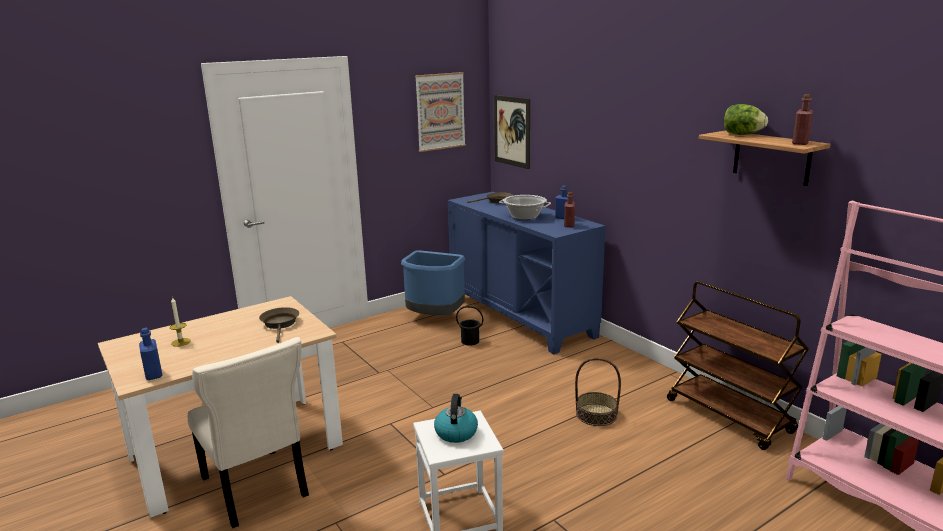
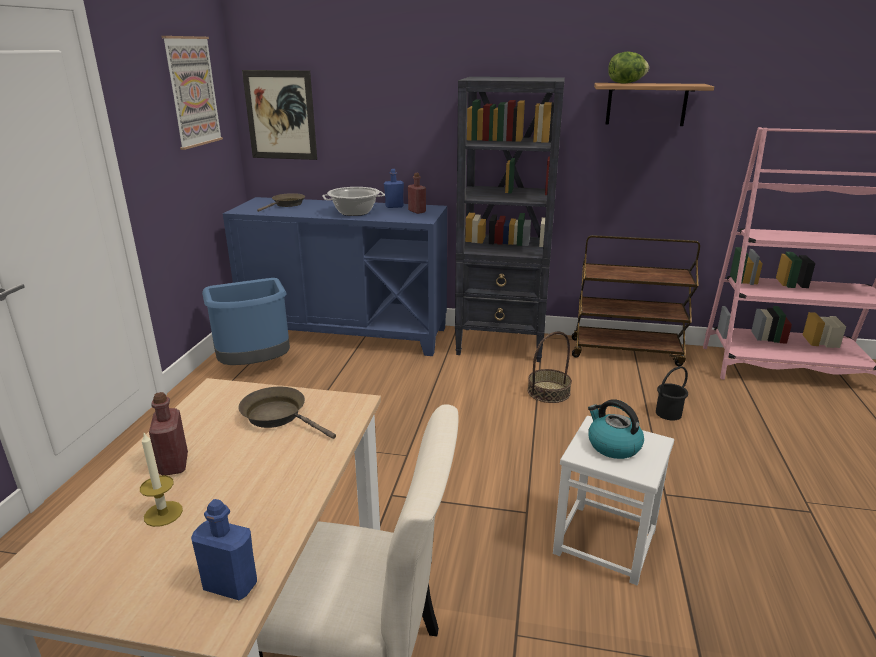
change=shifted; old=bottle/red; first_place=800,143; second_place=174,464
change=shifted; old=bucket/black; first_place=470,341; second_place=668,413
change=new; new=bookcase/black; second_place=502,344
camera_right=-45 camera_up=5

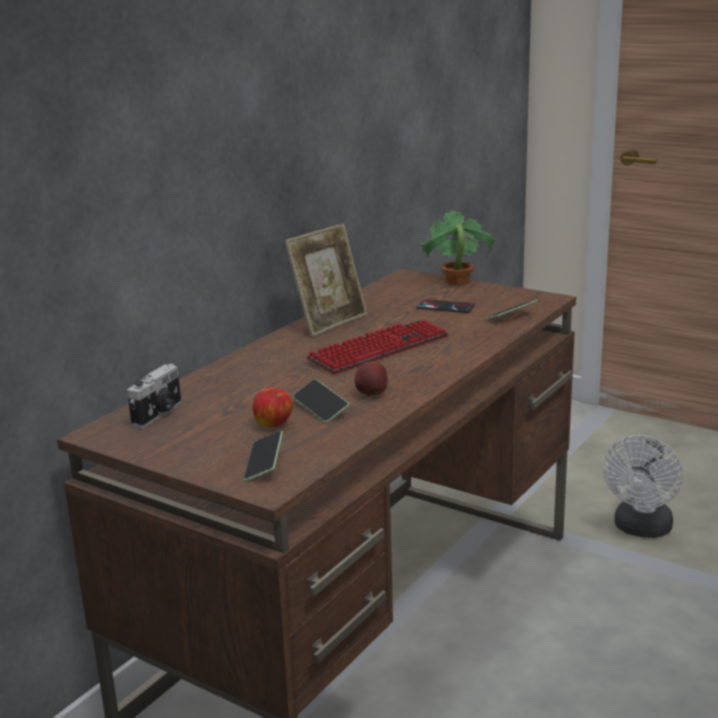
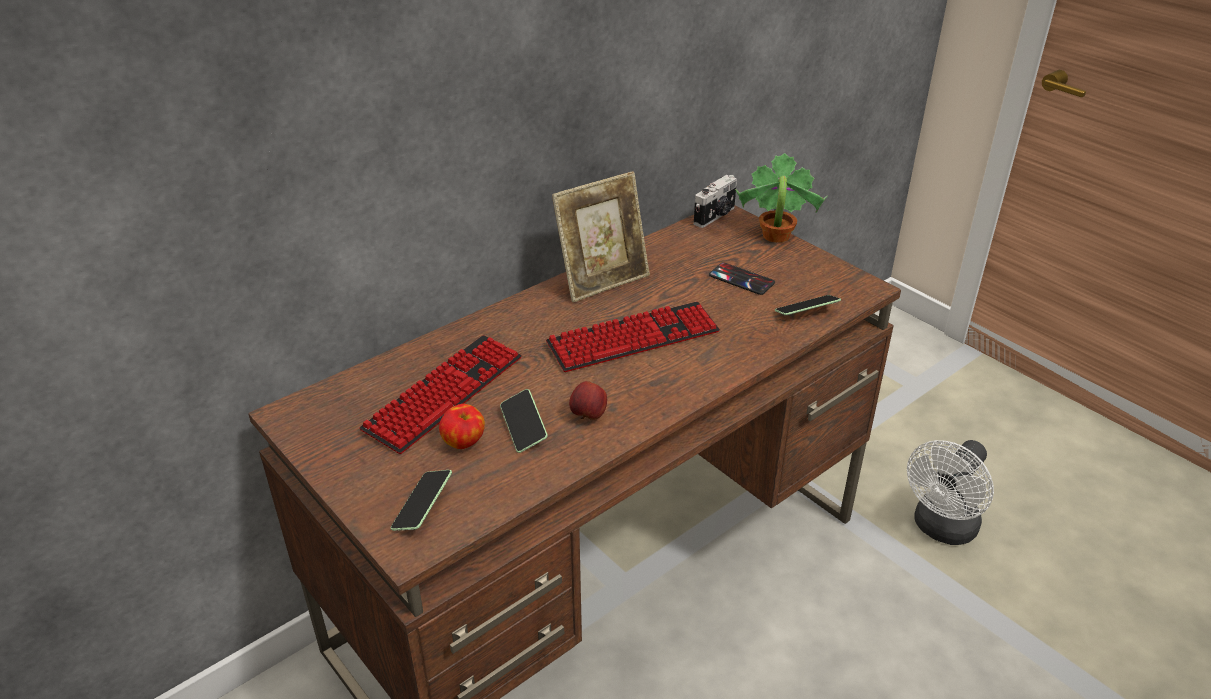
change=shifted; old=photo camera; first_place=159,414; second_place=716,216
change=new; new=keyboard; second_place=445,394
camera_right=15 camera_up=15

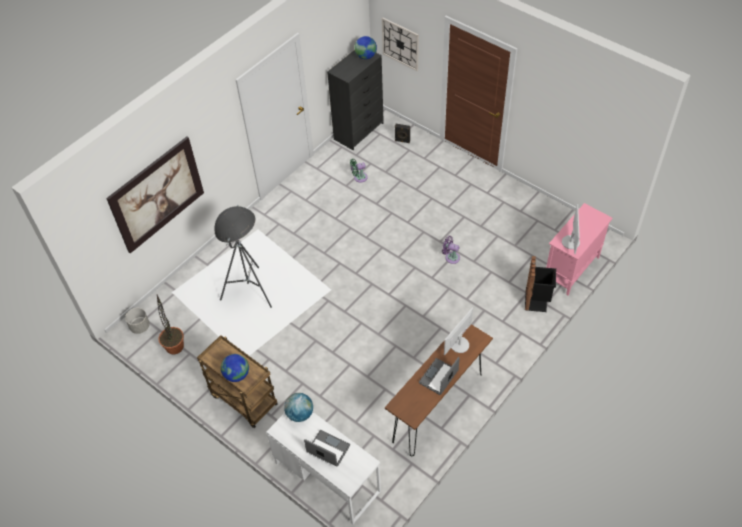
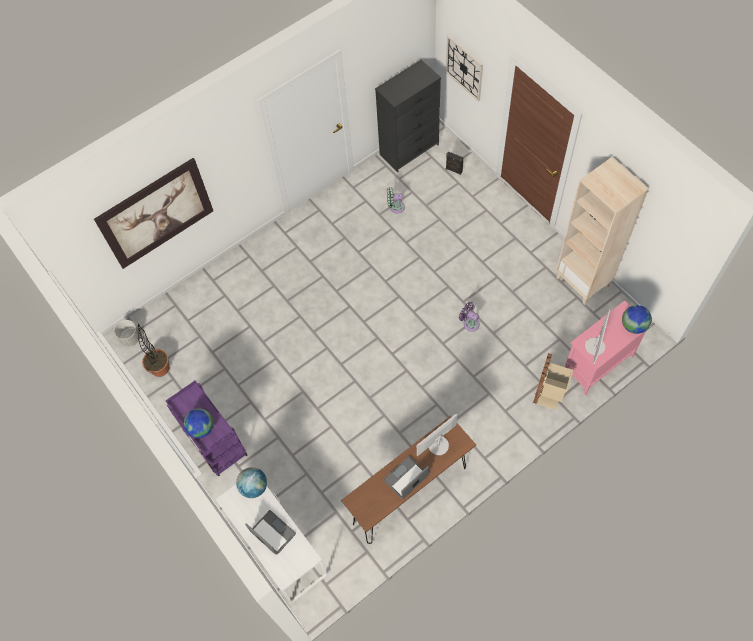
change=shifted; old=globe; first_place=366,56; second_place=633,325
change=gone; old=floor lamp/white; first_place=251,291
change=repainted; old=trash can/black; new=trash can/beige; first_place=537,301; second_place=549,394
change=repainted; old=cart/brown; new=cart/purple; first_place=243,400; second_place=214,442
change=new; new=bookcase/beige; second_place=583,282
camera_right=15 camera_up=10

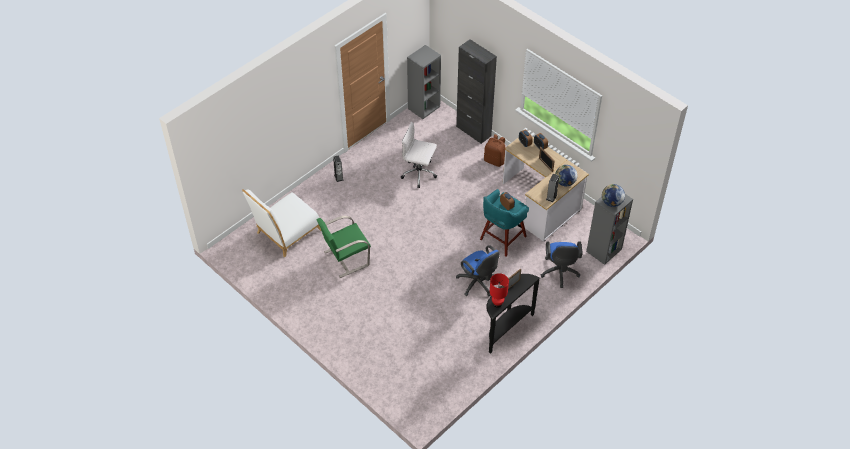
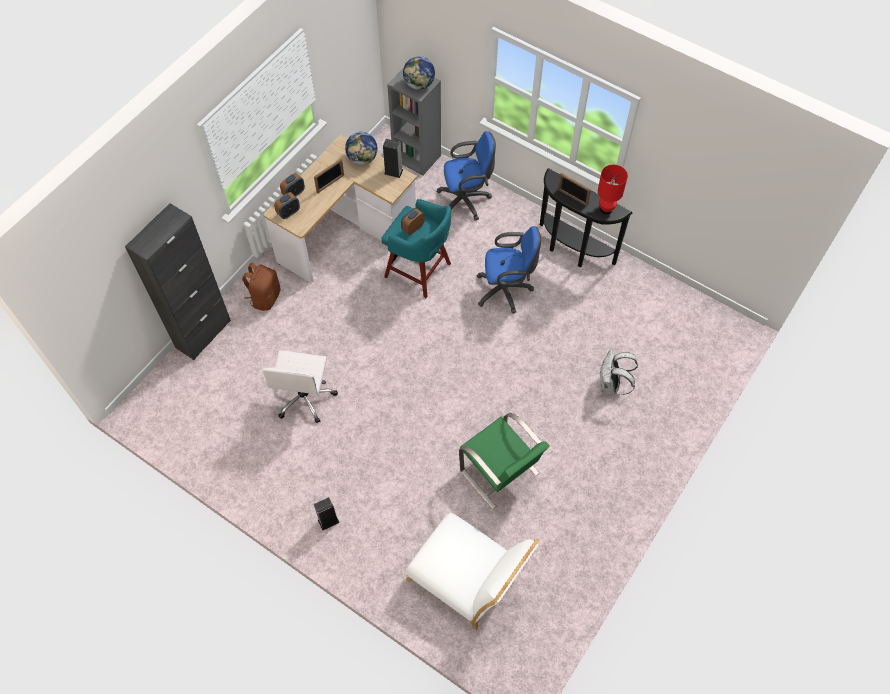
change=gone; old=bookcase/grey; first_place=424,107
change=rotated; old=office chair/blue; first_place=478,284; second_place=506,290; degrees=45
change=new; new=backpack/white; second_place=611,385
camera_right=-100 camera_up=10

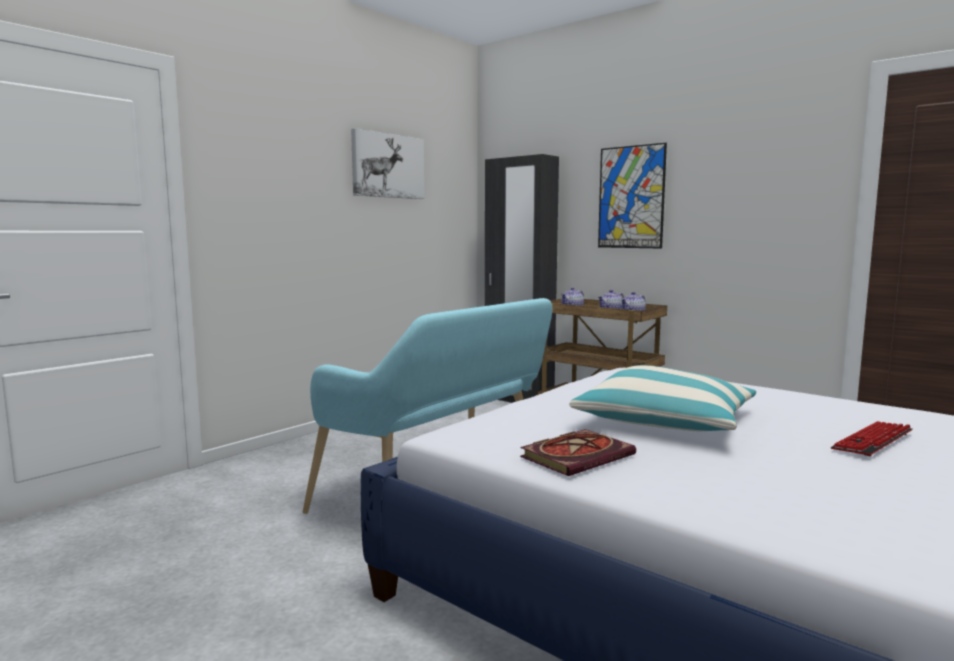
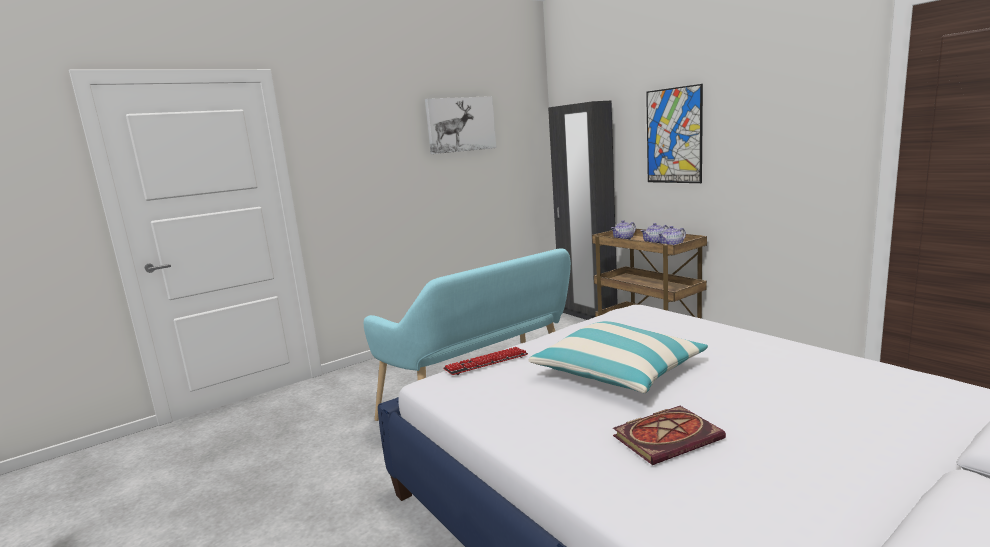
change=shifted; old=keyboard; first_place=872,441; second_place=486,363
change=shifted; old=book; first_place=578,455; second_place=668,436
camera_right=15 camera_up=5

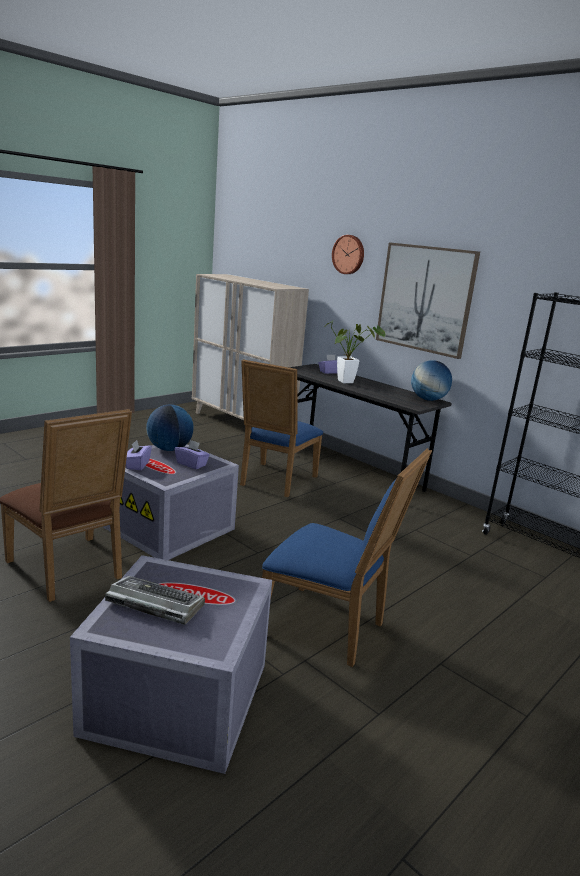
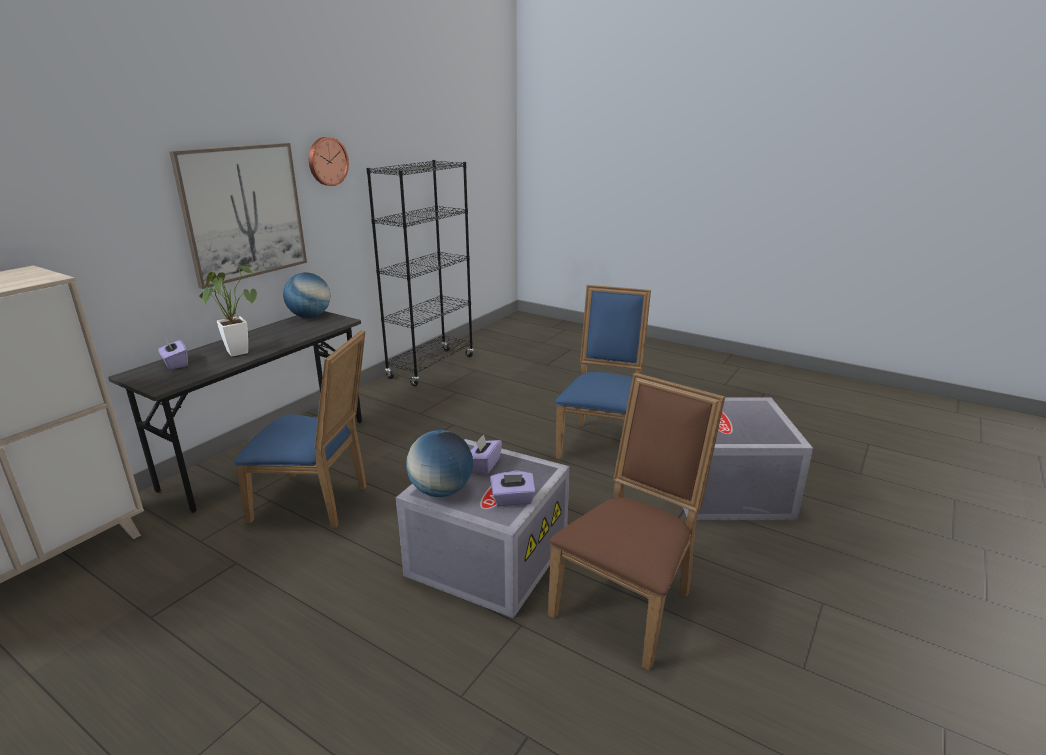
change=shifted; old=wall clock; first_place=349,254; second_place=327,161
change=gone; old=keyboard; first_place=154,605
camera_right=-100 camera_up=5

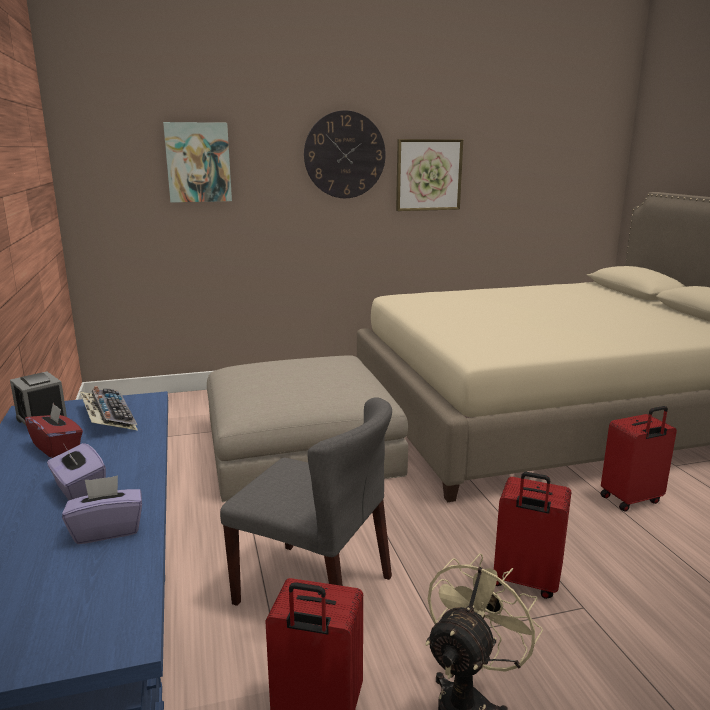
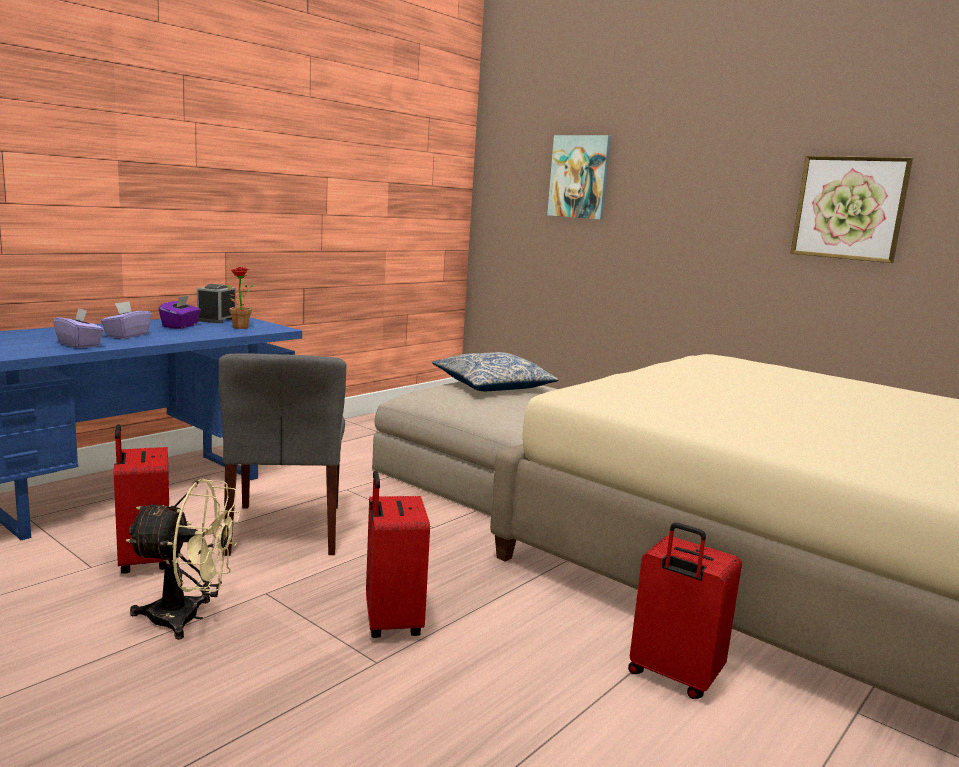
change=gone; old=wall clock; first_place=344,155
change=swapped; old=keyboard; new=potted plant; first_place=108,417; second_place=237,327
change=repainted; old=tissue box/red; new=tissue box/purple; first_place=57,447; second_place=181,326
change=new; new=pillow; second_place=493,385
camera_right=55 camera_up=-5

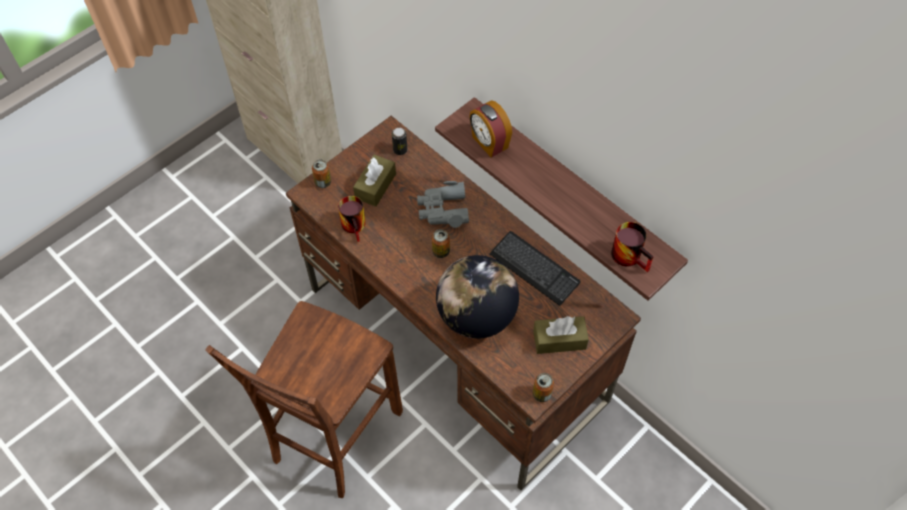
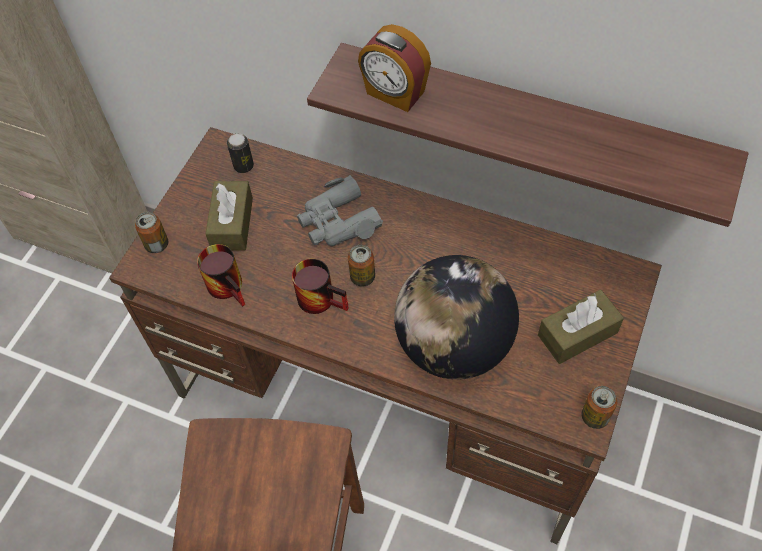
change=shifted; old=mug; first_place=631,256; second_place=323,298
change=gone; old=keyboard; first_place=534,269
camera_right=-20 camera_up=0

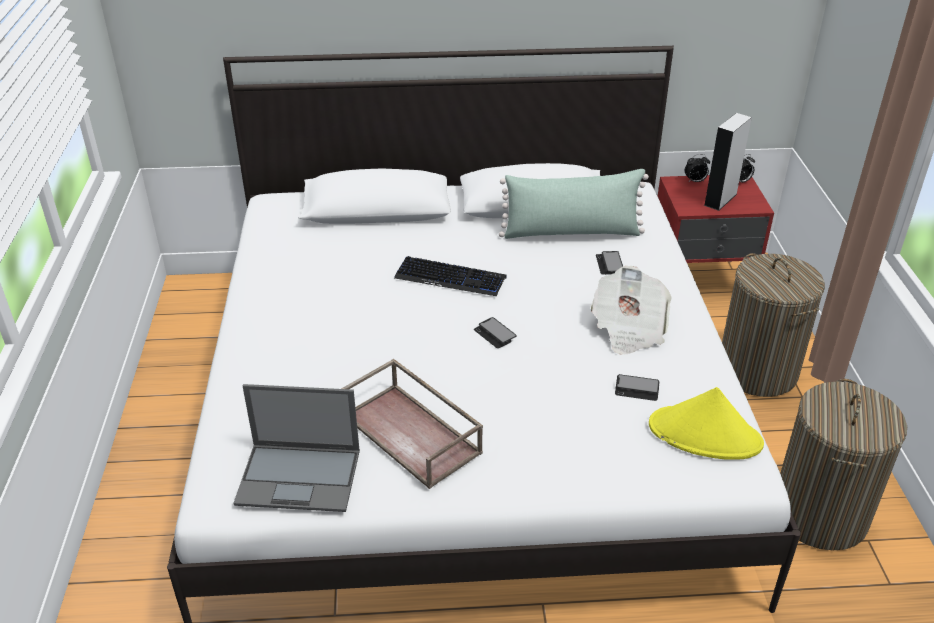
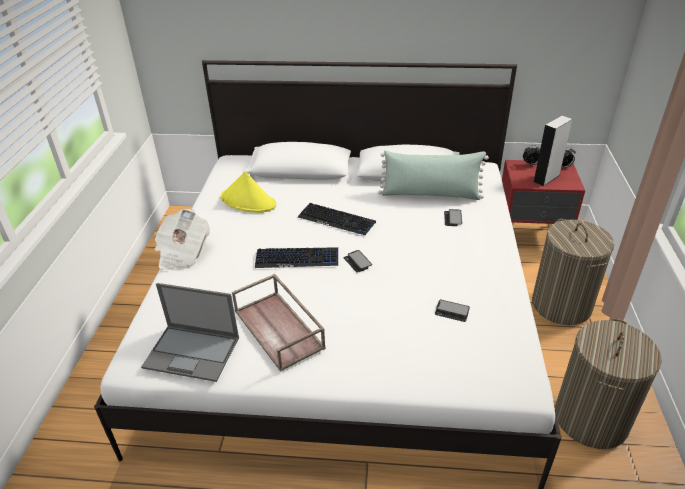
change=shifted; old=newspaper; first_place=628,329; second_place=182,253
change=shifted; old=hat/yellow; first_place=705,435; second_place=248,201
change=new; new=keyboard; second_place=297,258
camera_right=10 camera_up=0

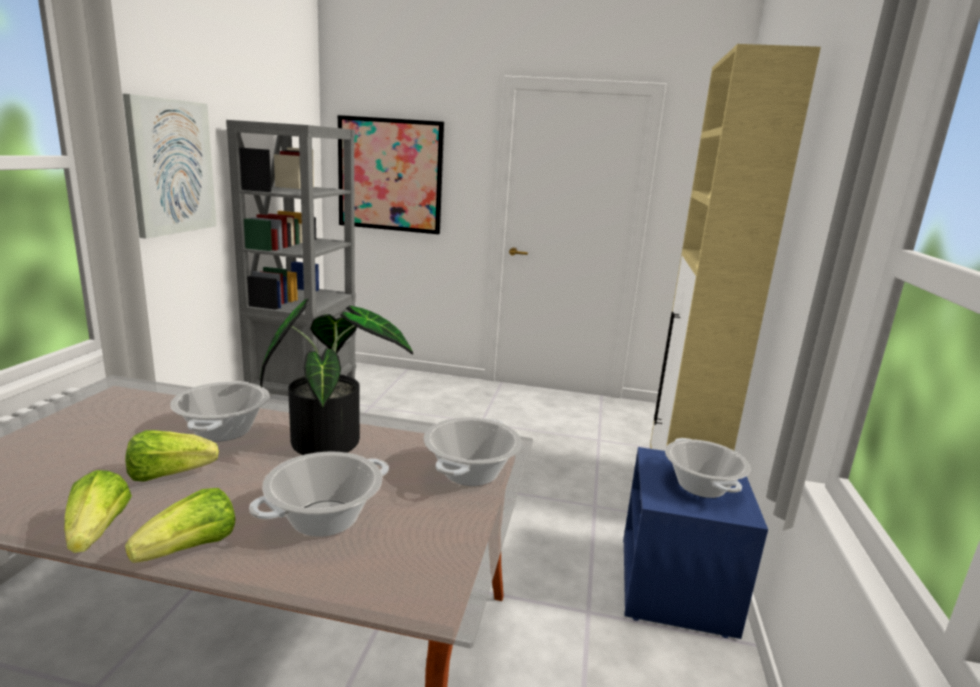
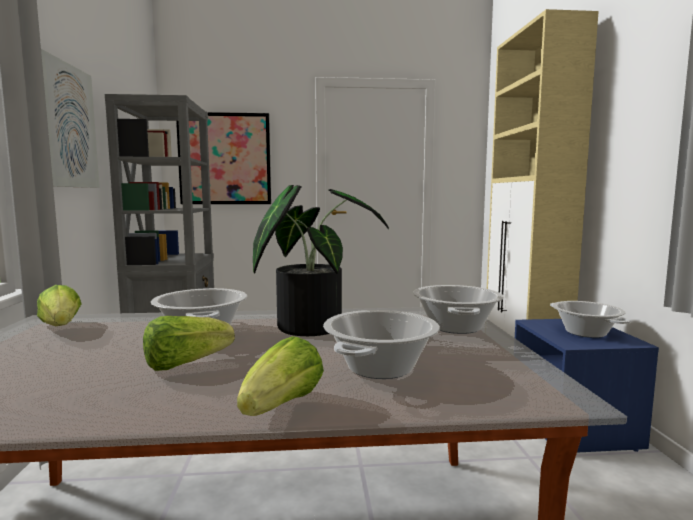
change=shifted; old=lettuce; first_place=98,533; second_place=61,327
camera_right=-15 camera_up=-10

